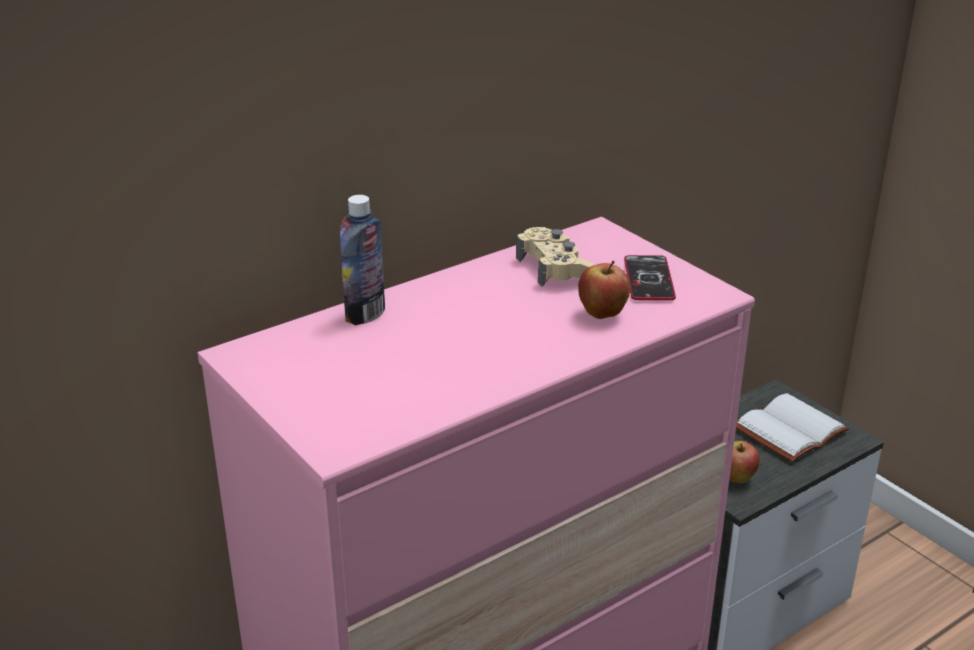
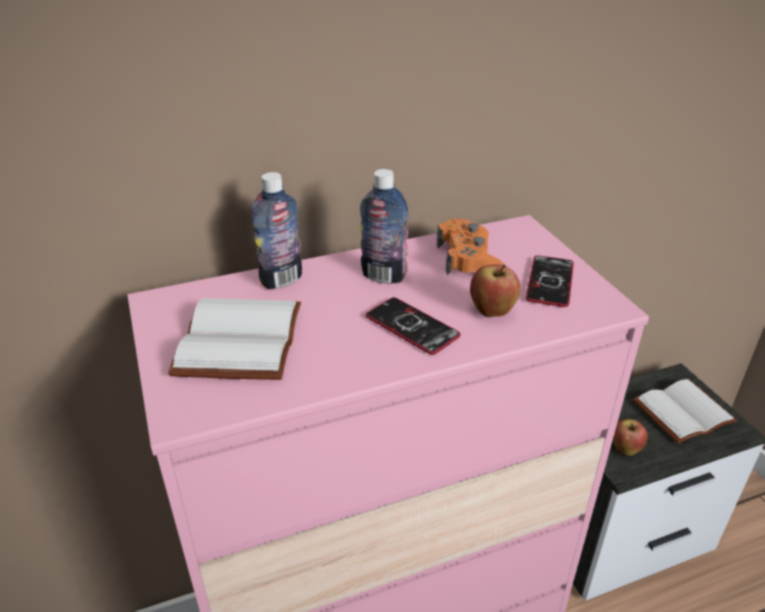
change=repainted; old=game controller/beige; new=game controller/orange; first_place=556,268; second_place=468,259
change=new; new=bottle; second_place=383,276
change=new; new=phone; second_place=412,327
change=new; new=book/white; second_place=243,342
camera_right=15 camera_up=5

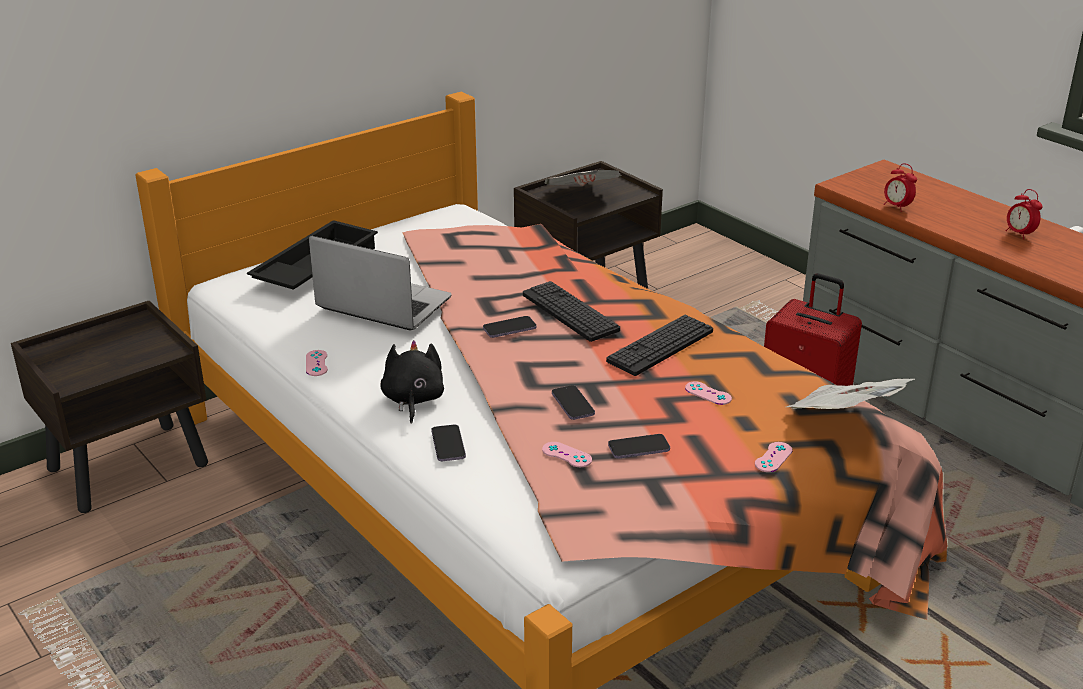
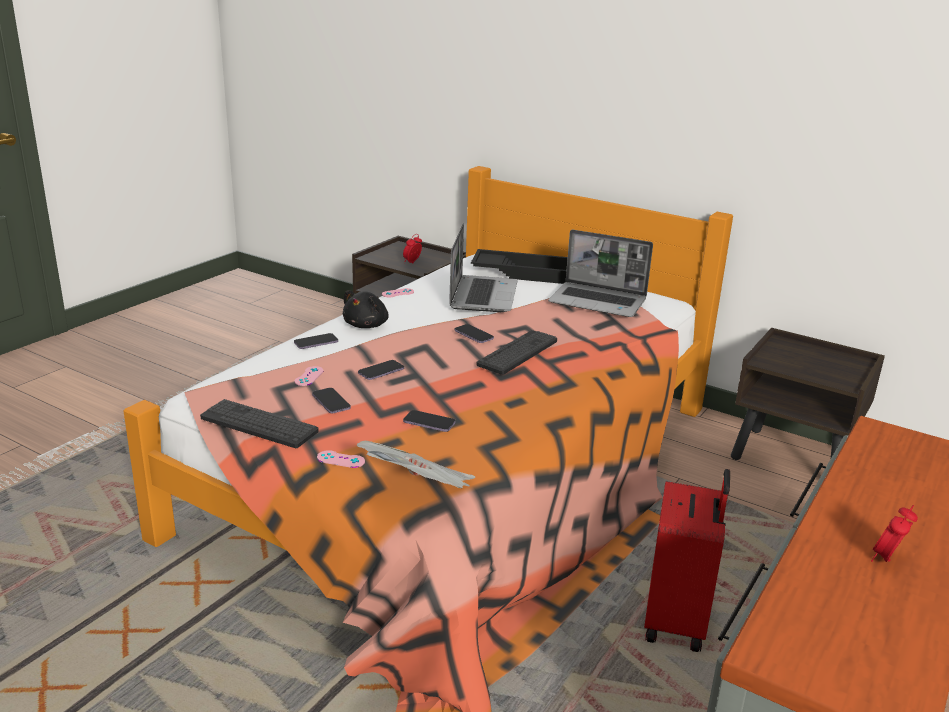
change=shifted; old=alarm clock; first_place=897,207; second_place=412,263
change=gone; old=newspaper; first_place=581,198
change=shifted; old=keyboard; first_place=660,346; second_place=259,425
change=rotated; old=plush toy/black; first_place=413,400; second_place=367,325; degrees=135
change=swapped; old=game controller/pink; new=phone; first_place=708,393; second_place=429,423
change=new; new=laptop; second_place=599,302
camera_right=70 camera_up=-5

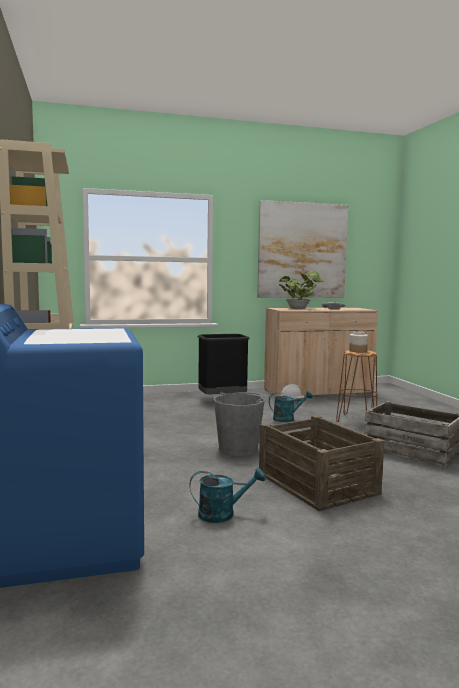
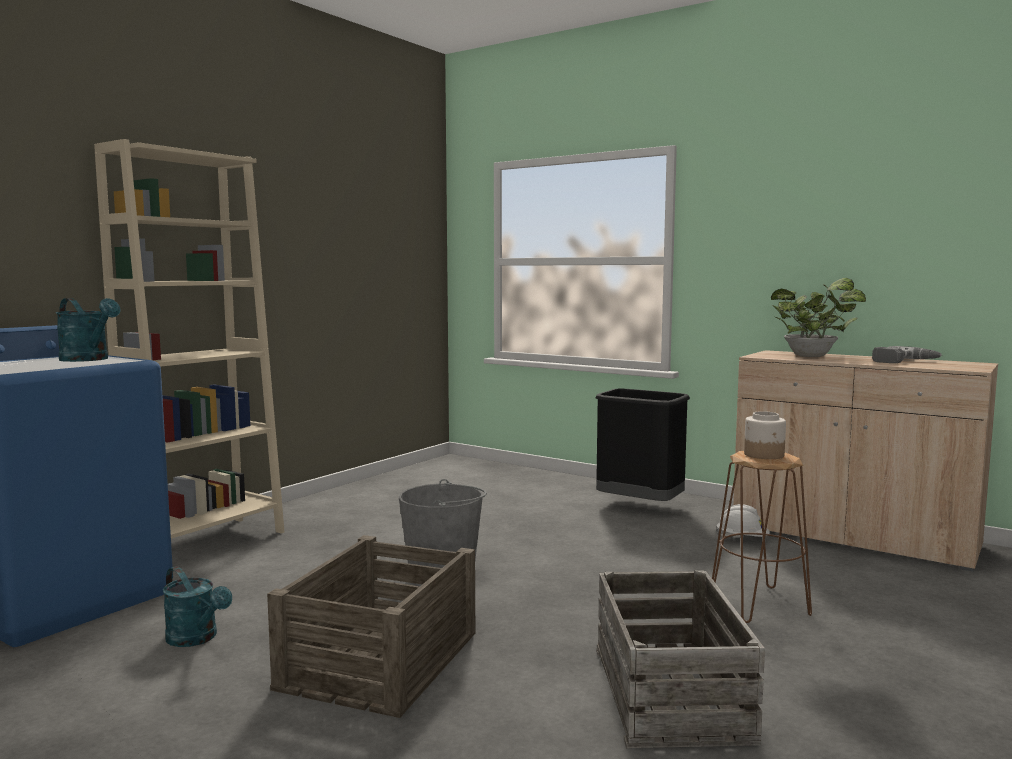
change=gone; old=picture; first_place=302,250
change=shifted; old=watering can/turquoise; first_place=287,419; second_place=89,359
camera_right=50 camera_up=0

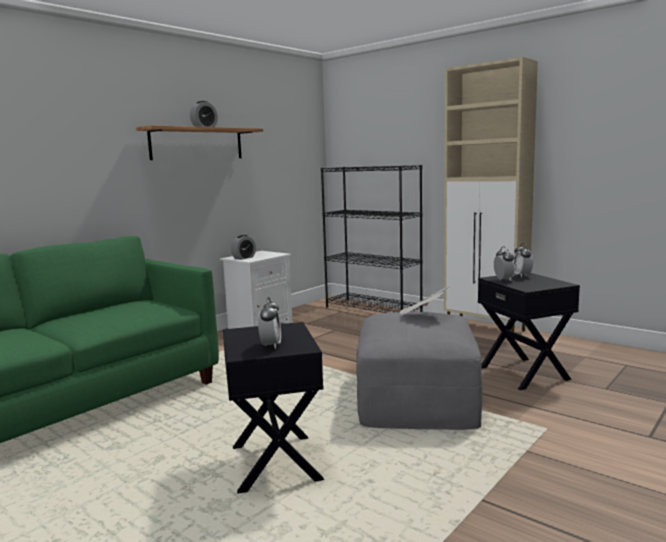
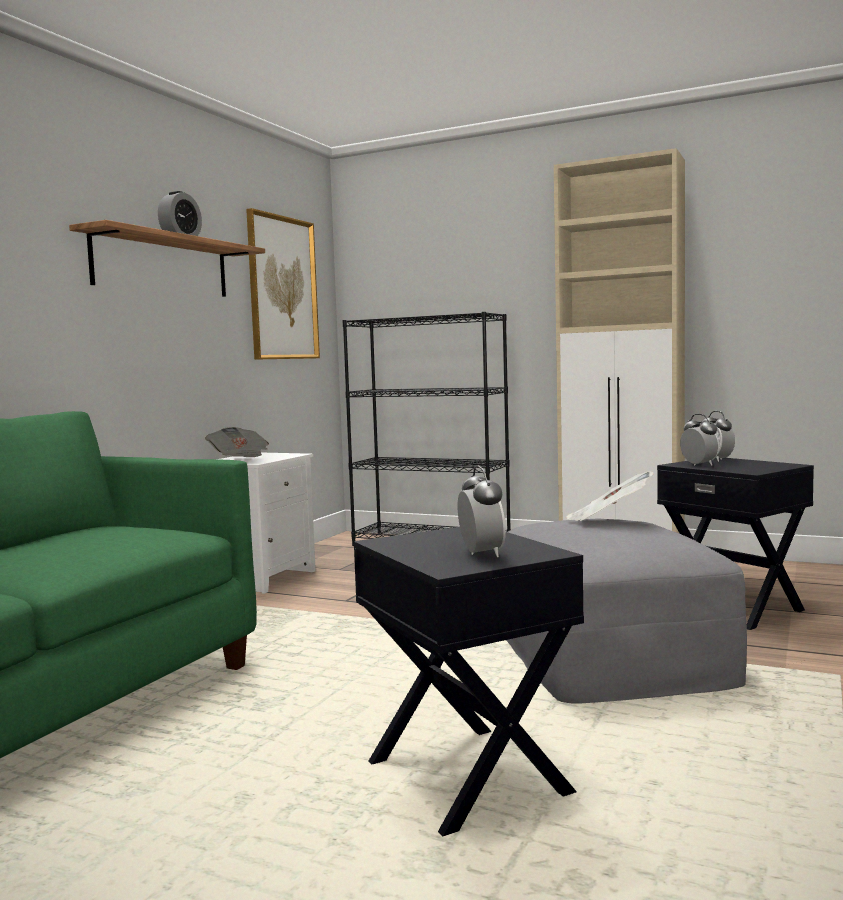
change=swapped; old=alarm clock; new=newspaper; first_place=244,258; second_place=240,460
change=new; new=picture; second_place=282,288
camera_right=-15 camera_up=-5

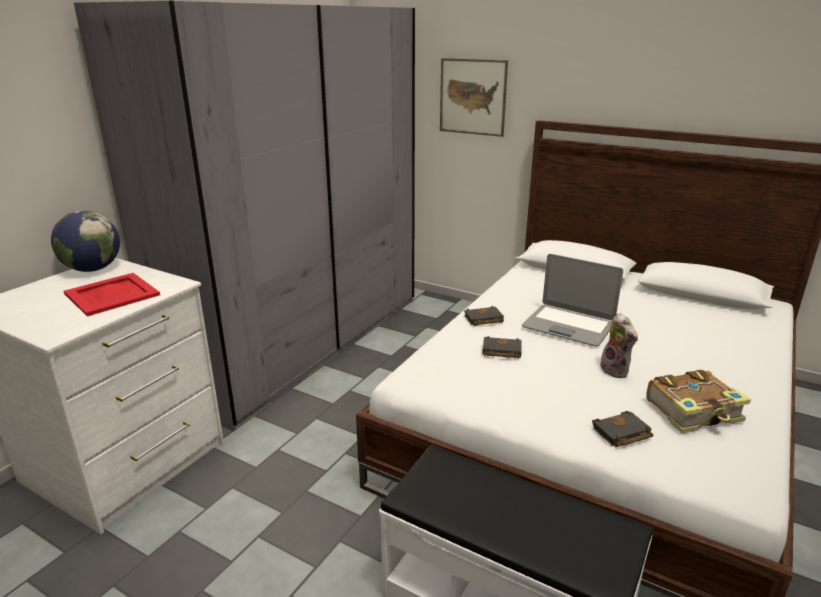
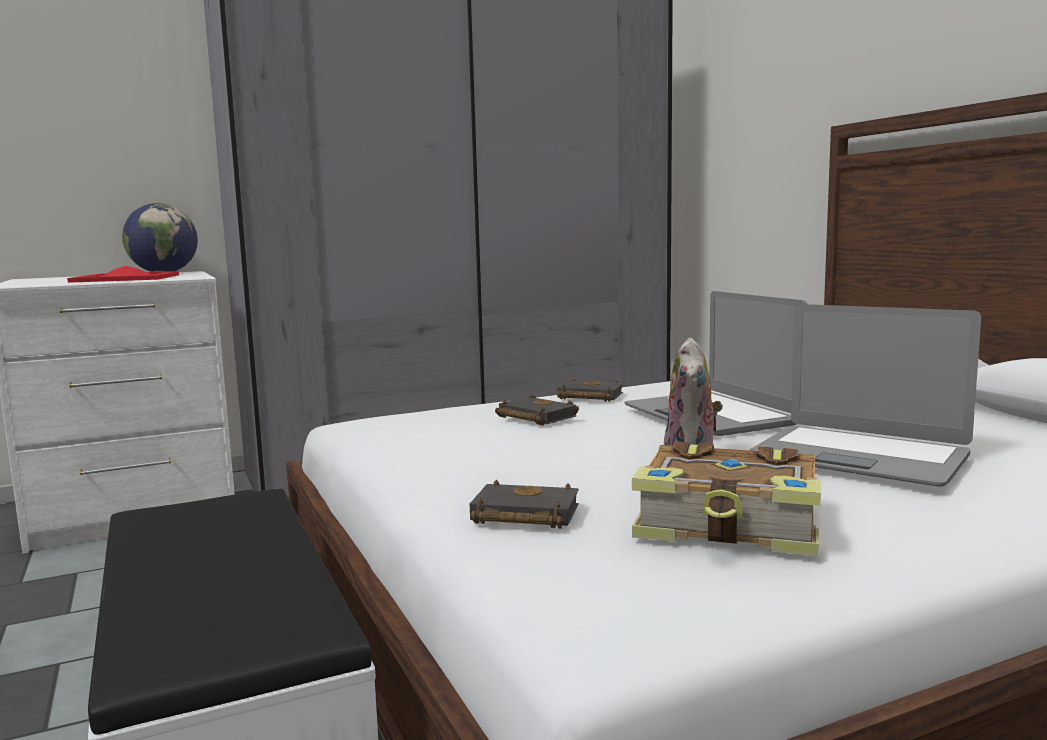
change=gone; old=picture; first_place=472,97
change=new; new=laptop; second_place=858,457
camera_right=35 camera_up=-15

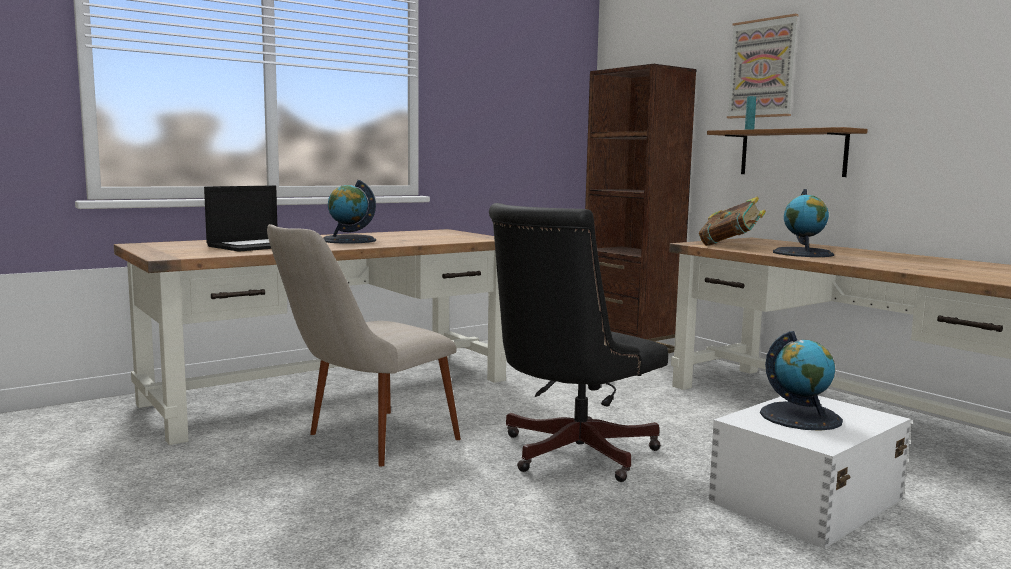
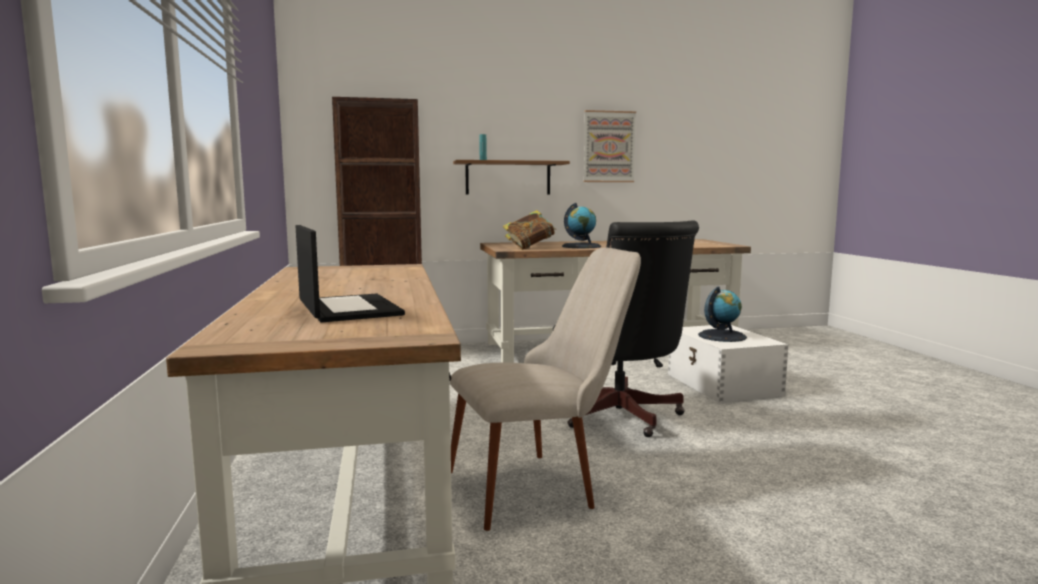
change=shifted; old=picture; first_place=762,68; second_place=609,147
change=gone; old=globe; first_place=348,240
change=rotated; old=chair/beige; first_place=364,443; second_place=542,484; degrees=-90
camera_right=-65 camera_up=0

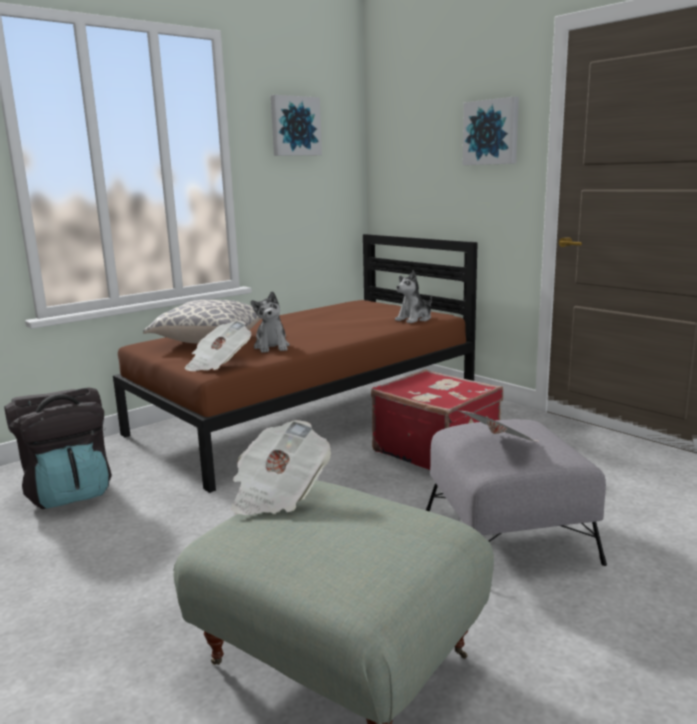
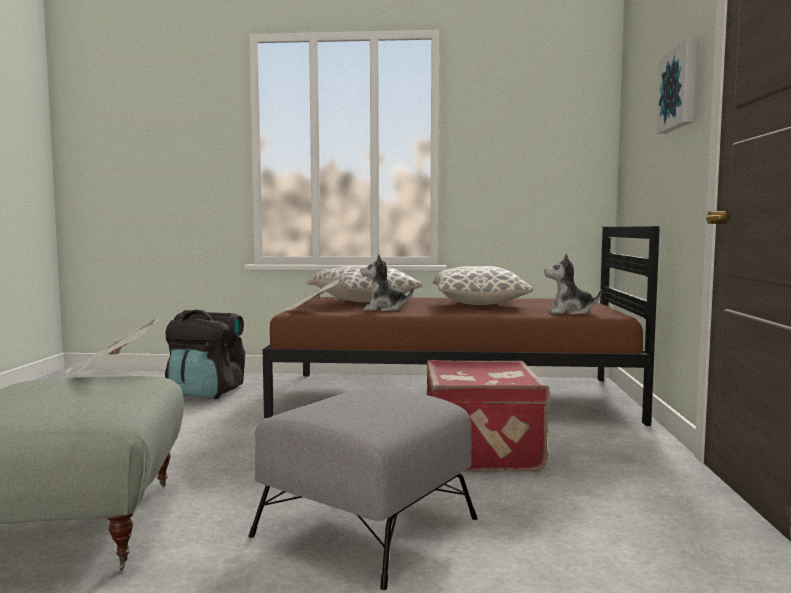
change=gone; old=picture; first_place=295,126
change=rotated; old=plush toy; first_place=272,347; second_place=384,309; degrees=60
change=gone; old=newspaper; first_place=498,448
change=new; new=pillow; second_place=479,304
camera_right=45 camera_up=-10

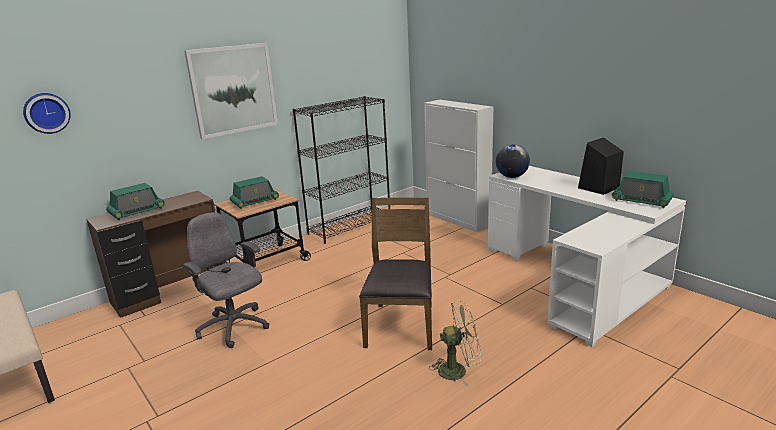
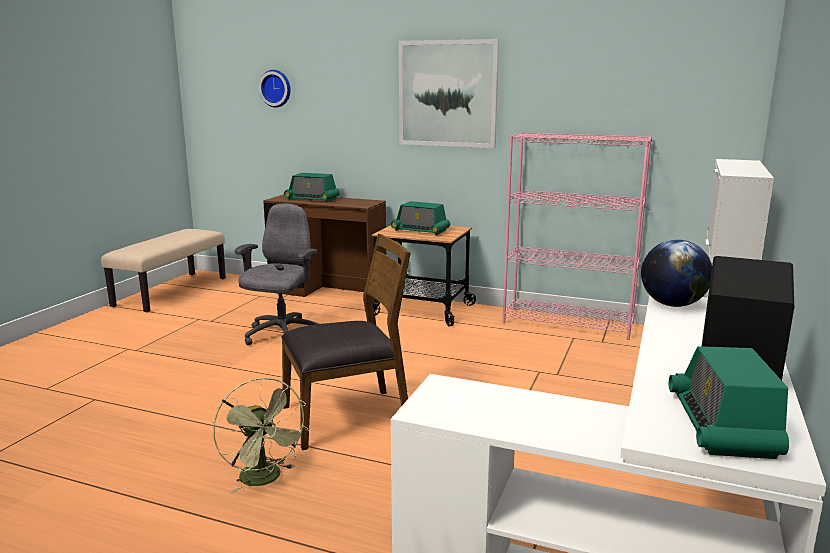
change=repainted; old=bookcase/black; new=bookcase/pink; first_place=350,226; second_place=568,323
camera_right=60 camera_up=-5

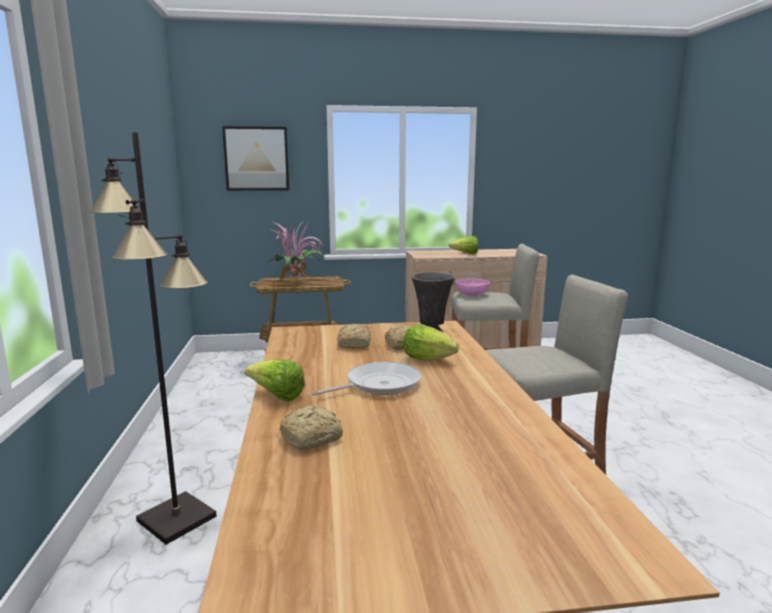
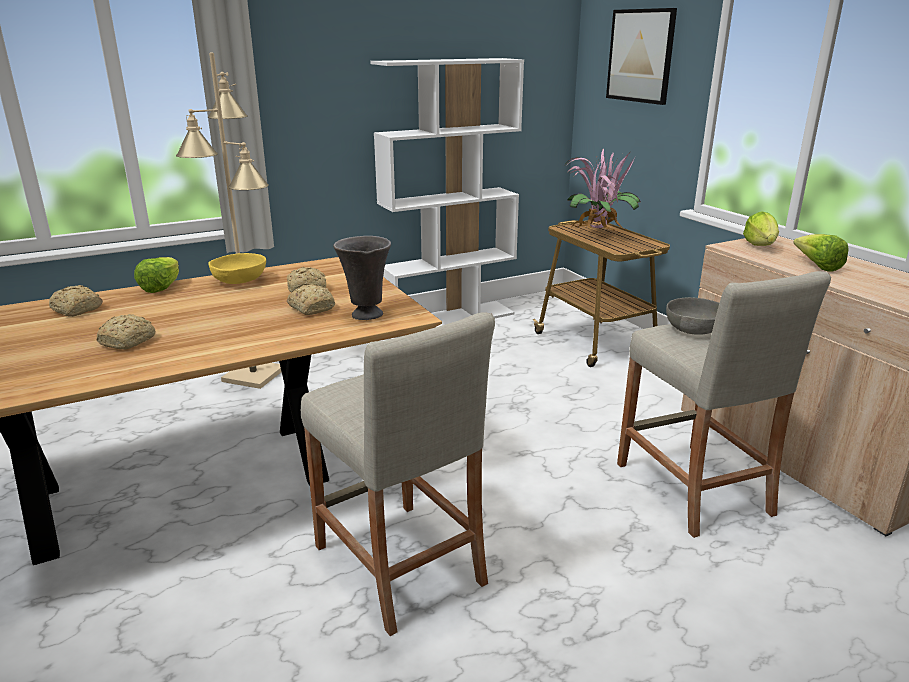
change=repainted; old=floor lamp/black; new=floor lamp/beige; first_place=177,518; second_place=254,375
change=repainted; old=bowl/pink; new=bowl/grey; first_place=471,294; second_place=695,329
change=shifted; old=lettuce; first_place=427,359; second_place=760,246
change=gone; old=frying pan; first_place=379,385
change=new; new=bookcase/white; second_place=450,319
change=new; new=bowl/yellow; second_place=240,281
change=new; new=bread; second_place=129,341
camera_right=70 camera_up=10

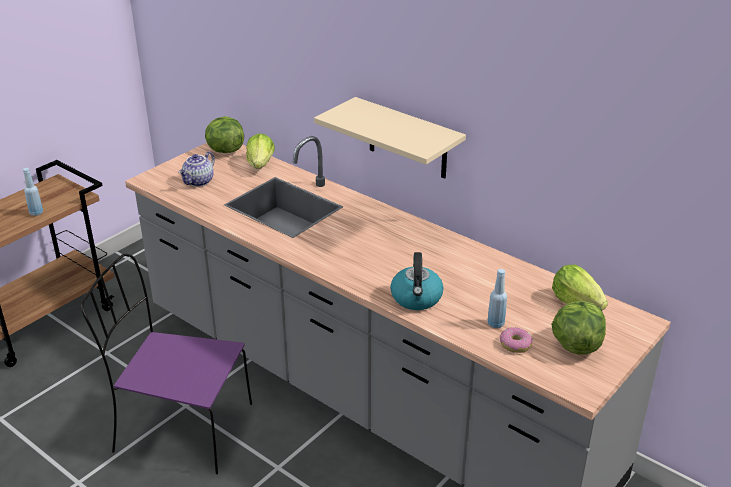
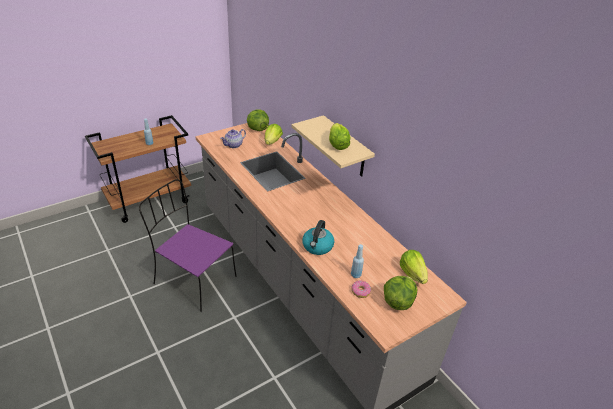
change=new; new=lettuce; second_place=337,145
camera_right=15 camera_up=5

